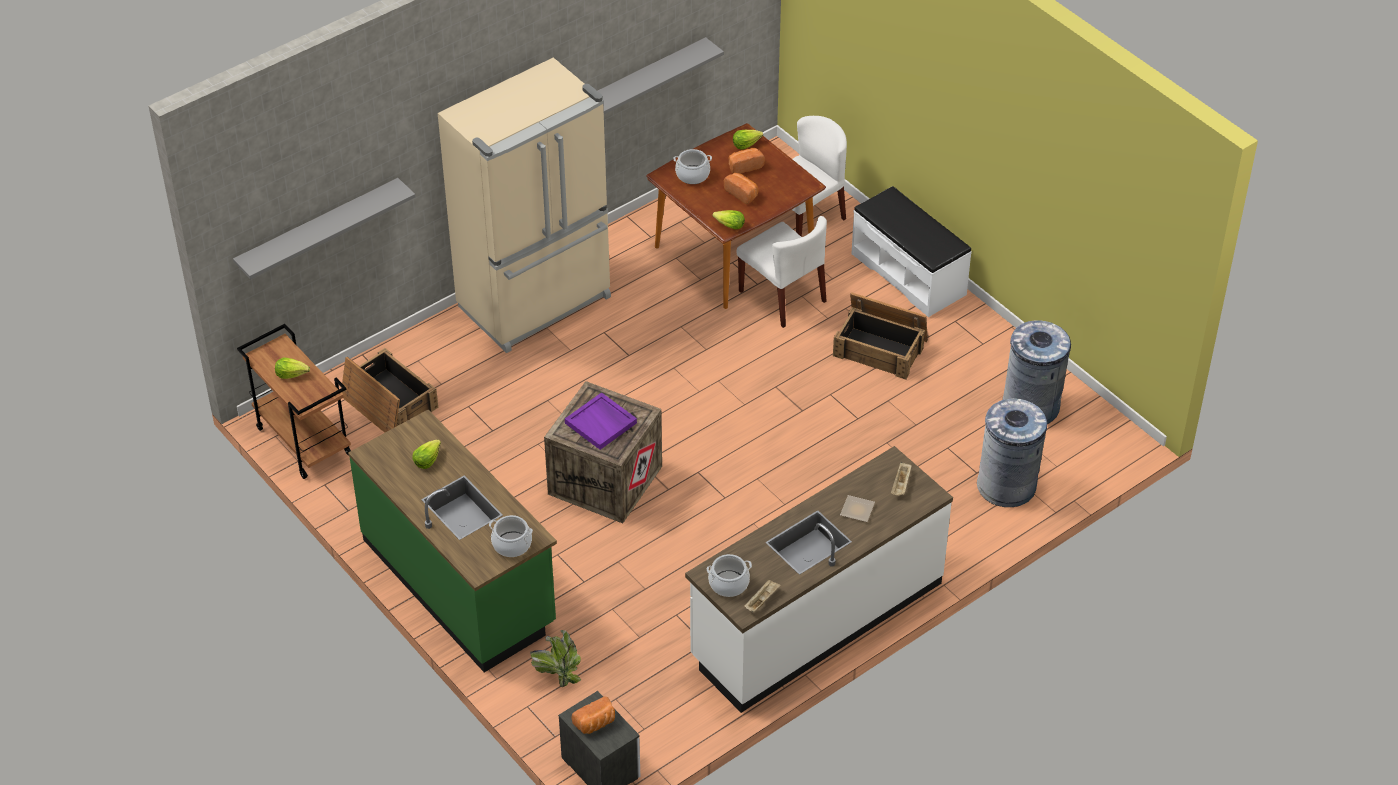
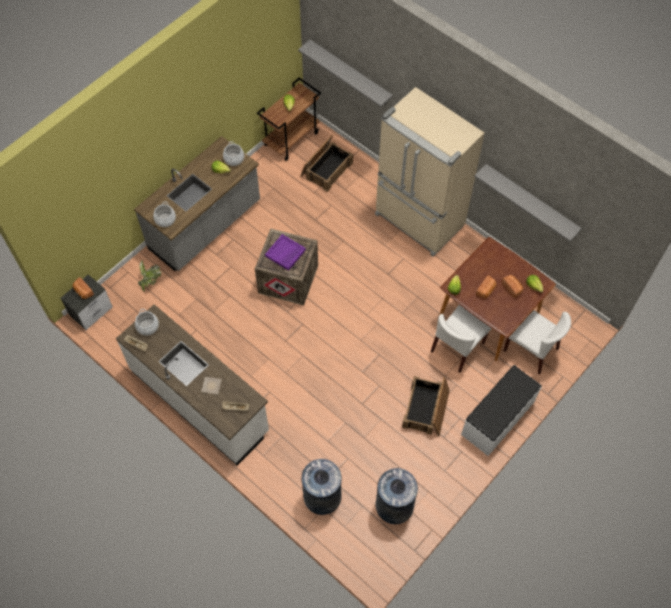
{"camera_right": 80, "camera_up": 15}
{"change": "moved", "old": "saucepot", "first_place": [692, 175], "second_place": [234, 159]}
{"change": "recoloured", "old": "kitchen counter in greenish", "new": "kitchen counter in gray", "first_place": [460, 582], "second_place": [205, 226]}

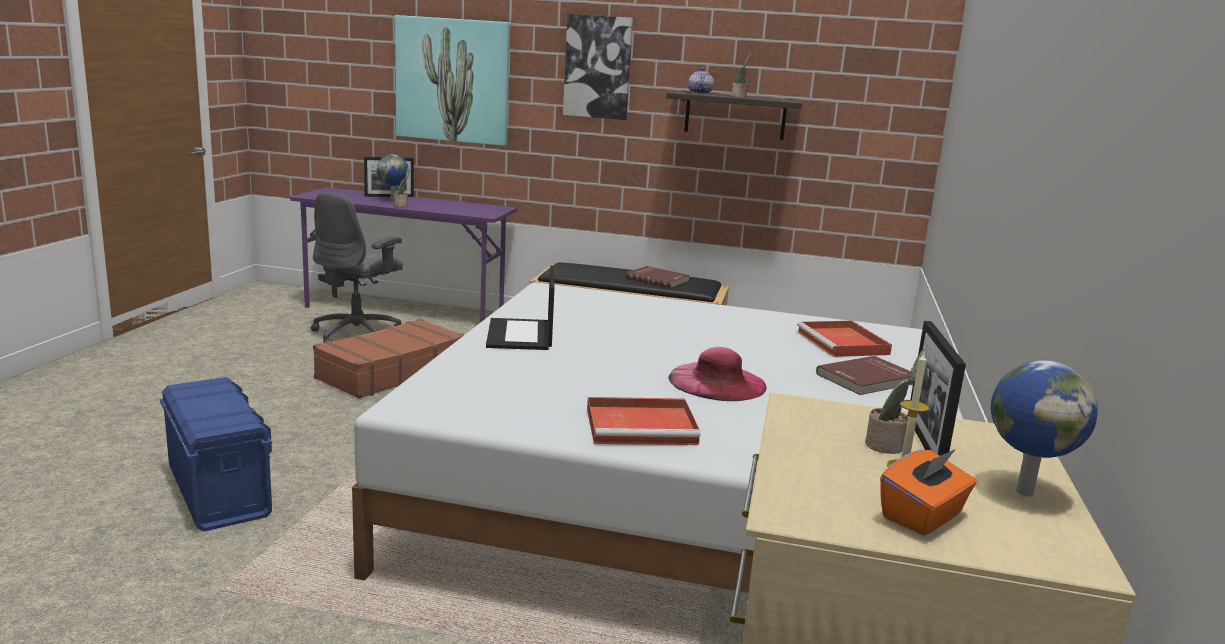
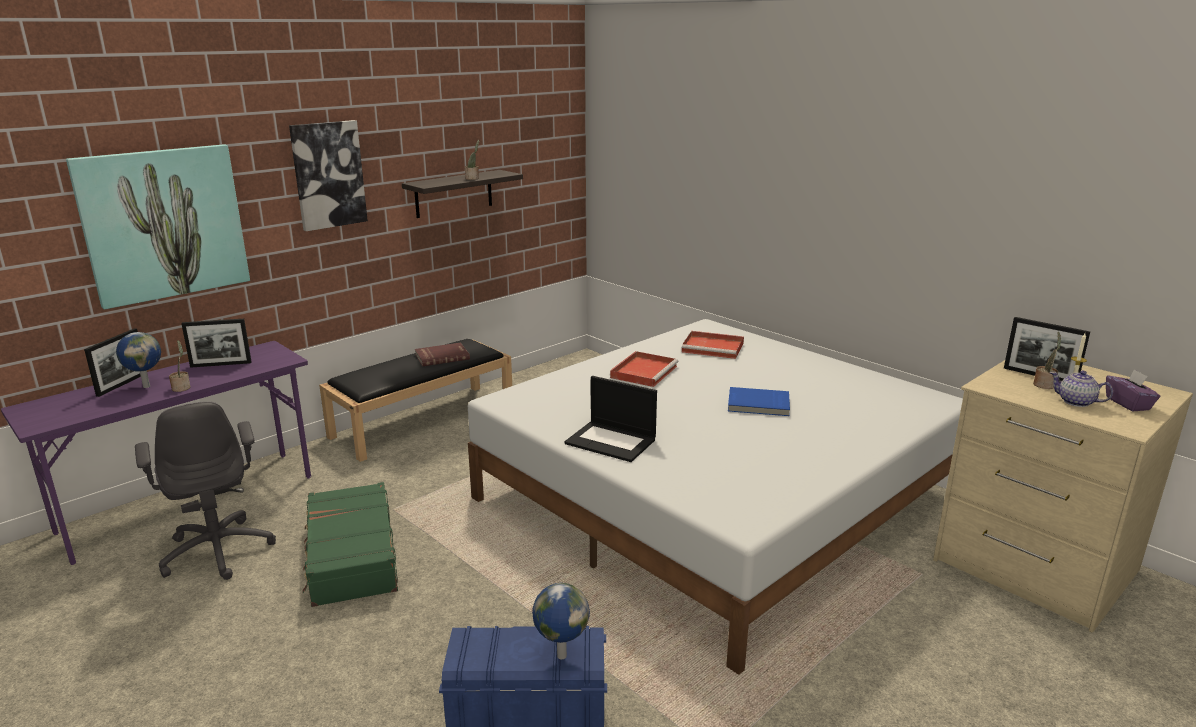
{"camera_right": -55, "camera_up": 5}
{"change": "moved", "old": "tea pot", "first_place": [699, 93], "second_place": [1076, 402]}
{"change": "recoloured", "old": "piece of luggage in brown-coloured", "new": "piece of luggage in greenish", "first_place": [390, 372], "second_place": [351, 556]}
{"change": "replaced", "old": "wearable hat in pink-coloured", "new": "bound book in blue", "first_place": [717, 382], "second_place": [758, 404]}
{"change": "removed", "old": "bound book in red", "first_place": [867, 379]}
{"change": "moved", "old": "desk globe", "first_place": [1024, 491], "second_place": [561, 655]}
{"change": "moved", "old": "tray in red", "first_place": [643, 426], "second_place": [644, 371]}
{"change": "recoloured", "old": "tissue box in orange-coloured", "new": "tissue box in purplish", "first_place": [923, 516], "second_place": [1128, 404]}
{"change": "added", "new": "standing frame", "second_place": [221, 364]}

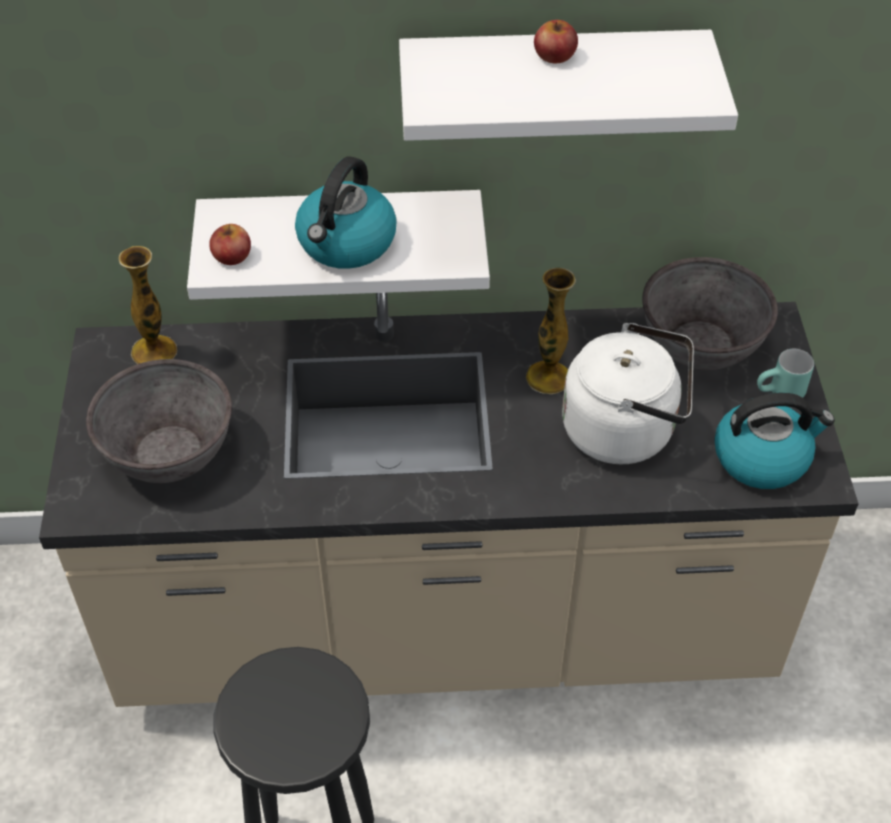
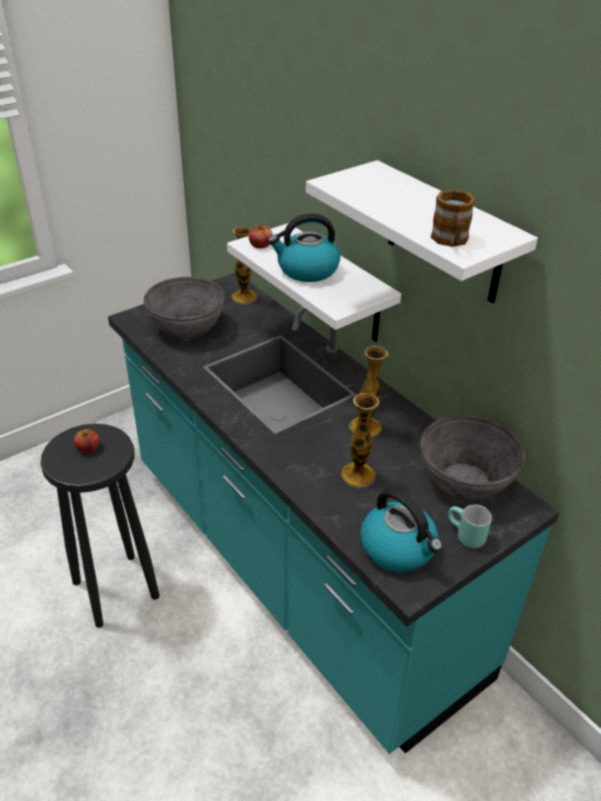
{"camera_right": 55, "camera_up": -10}
{"change": "moved", "old": "whole apple", "first_place": [554, 55], "second_place": [88, 447]}
{"change": "recoloured", "old": "kitchen counter in sand-coloured", "new": "kitchen counter in turquoise-coloured", "first_place": [445, 627], "second_place": [296, 567]}
{"change": "replaced", "old": "water kettle in white", "new": "decorative vase", "first_place": [625, 429], "second_place": [357, 475]}
{"change": "added", "new": "tea mug", "second_place": [450, 241]}

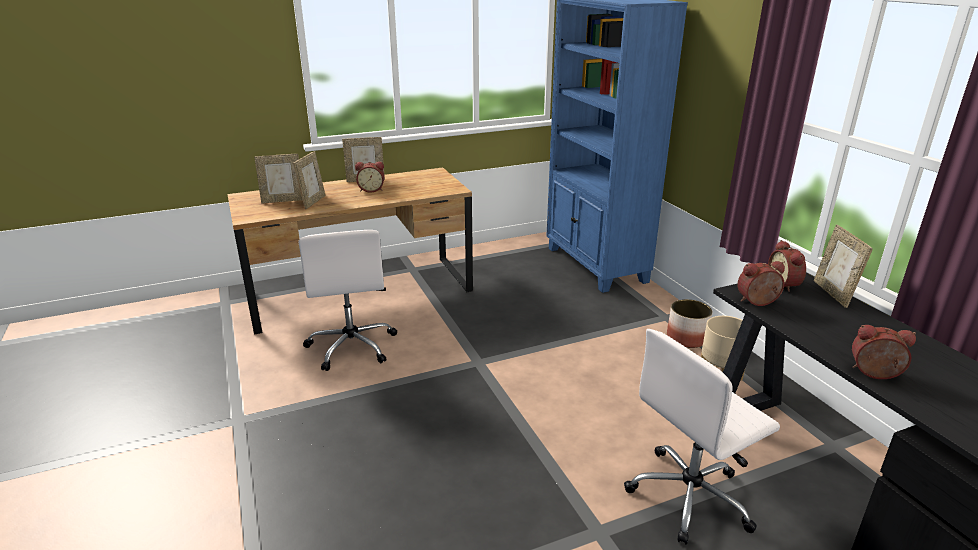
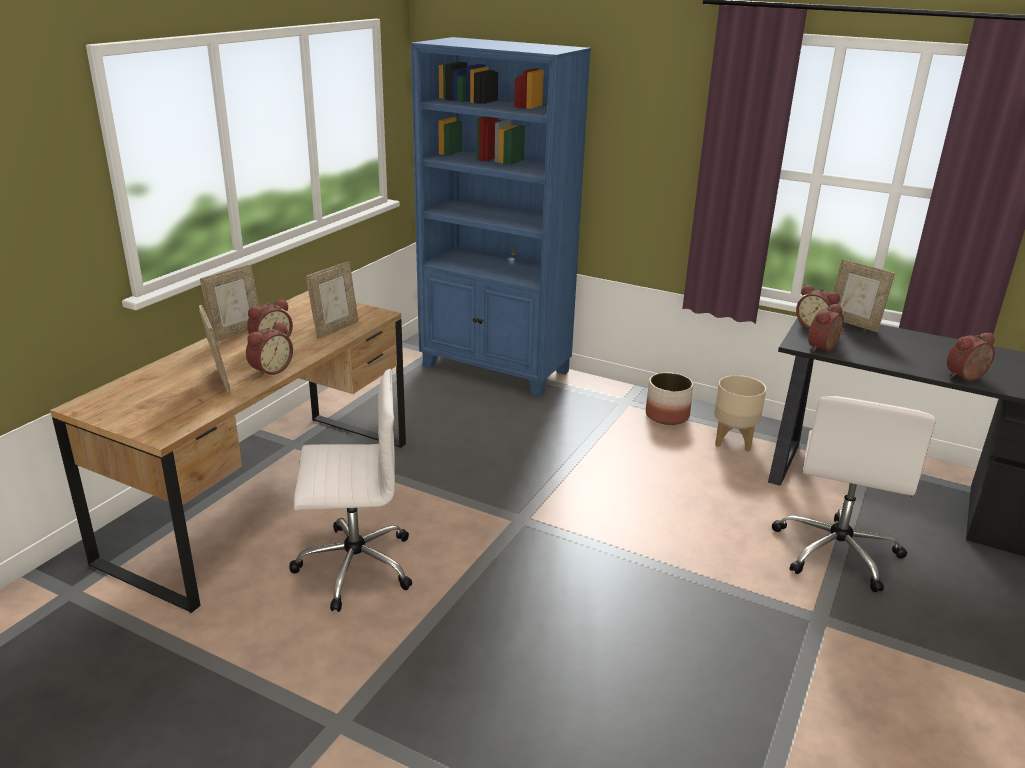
{"camera_right": -40, "camera_up": 0}
{"change": "moved", "old": "standing frame", "first_place": [283, 200], "second_place": [335, 329]}
{"change": "turned", "old": "office chair in white", "first_place": [352, 346], "second_place": [353, 566], "degrees": -45}
{"change": "added", "new": "alarm clock", "second_place": [270, 370]}

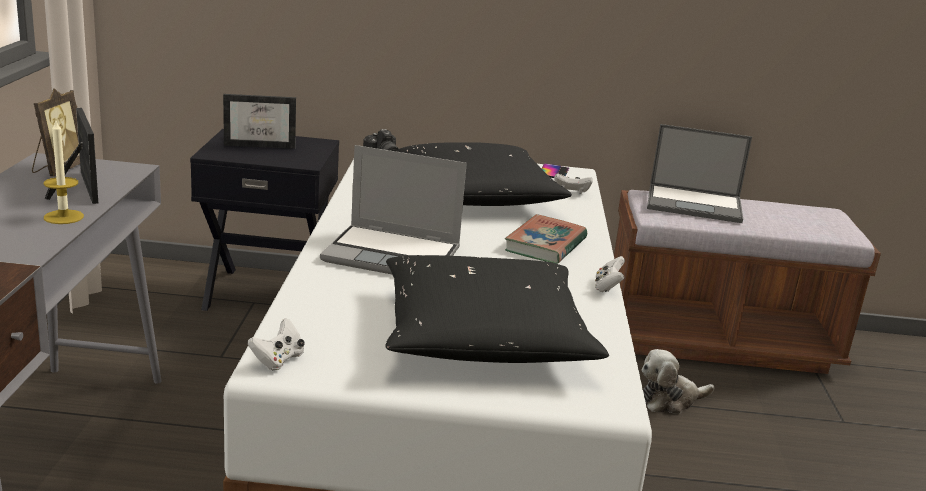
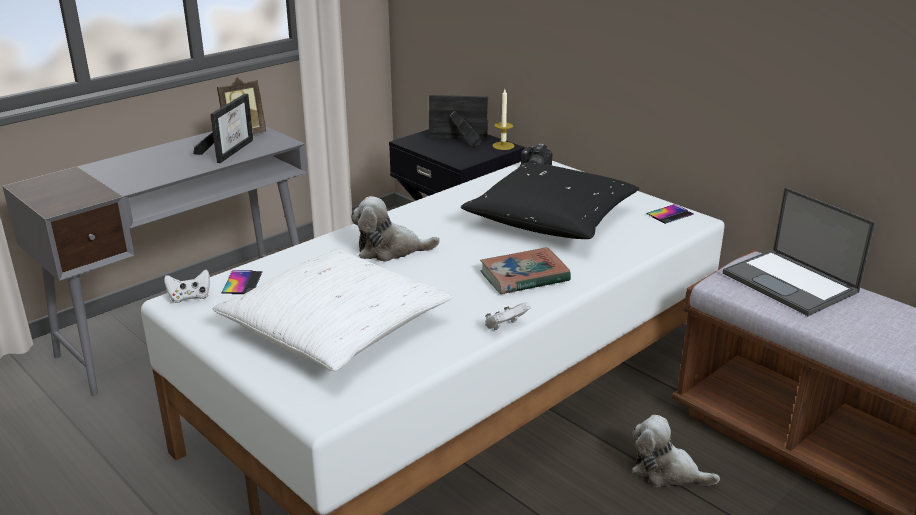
{"camera_right": 45, "camera_up": 5}
{"change": "turned", "old": "standing frame", "first_place": [261, 144], "second_place": [456, 140], "degrees": 150}
{"change": "moved", "old": "wax candle", "first_place": [63, 217], "second_place": [503, 146]}
{"change": "replaced", "old": "laptop", "new": "plush toy", "first_place": [394, 255], "second_place": [390, 250]}
{"change": "removed", "old": "joypad in white", "first_place": [571, 193]}
{"change": "recoloured", "old": "cushion in black-coloured", "new": "cushion in white", "first_place": [484, 335], "second_place": [336, 328]}
{"change": "added", "new": "telephone", "second_place": [242, 282]}

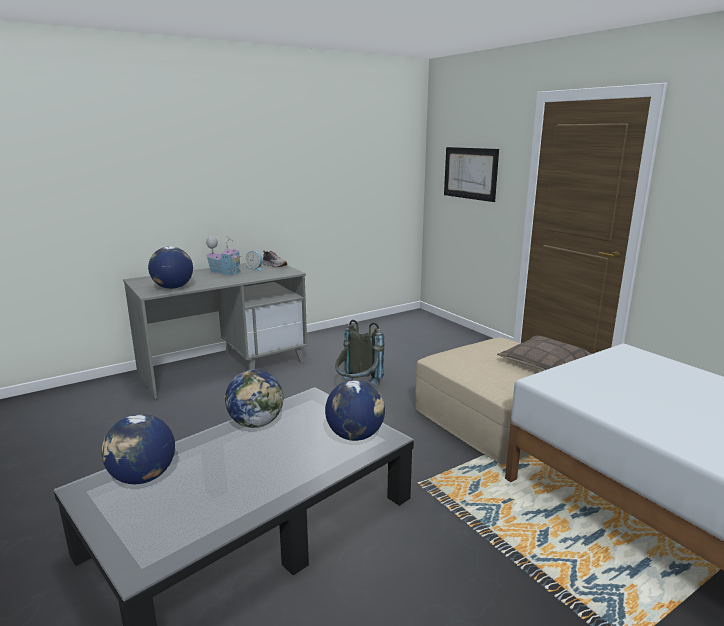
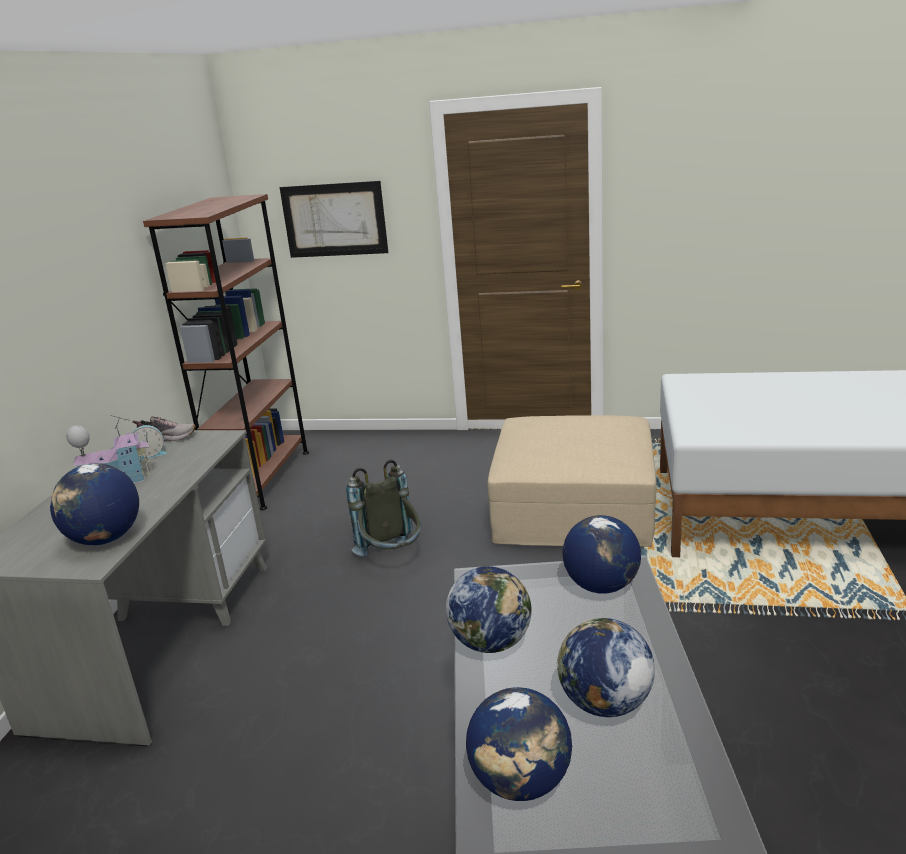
{"camera_right": -45, "camera_up": 5}
{"change": "removed", "old": "cushion", "first_place": [544, 364]}
{"change": "added", "new": "bookcase in brown-coloured", "second_place": [263, 478]}
{"change": "added", "new": "desk globe", "second_place": [604, 703]}

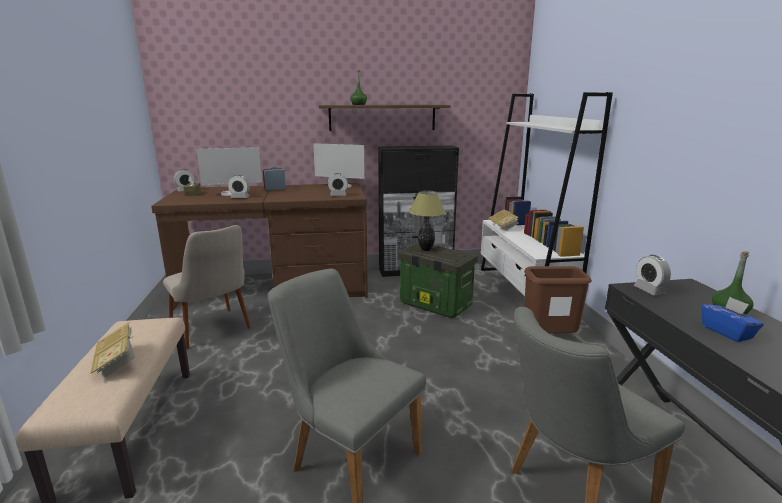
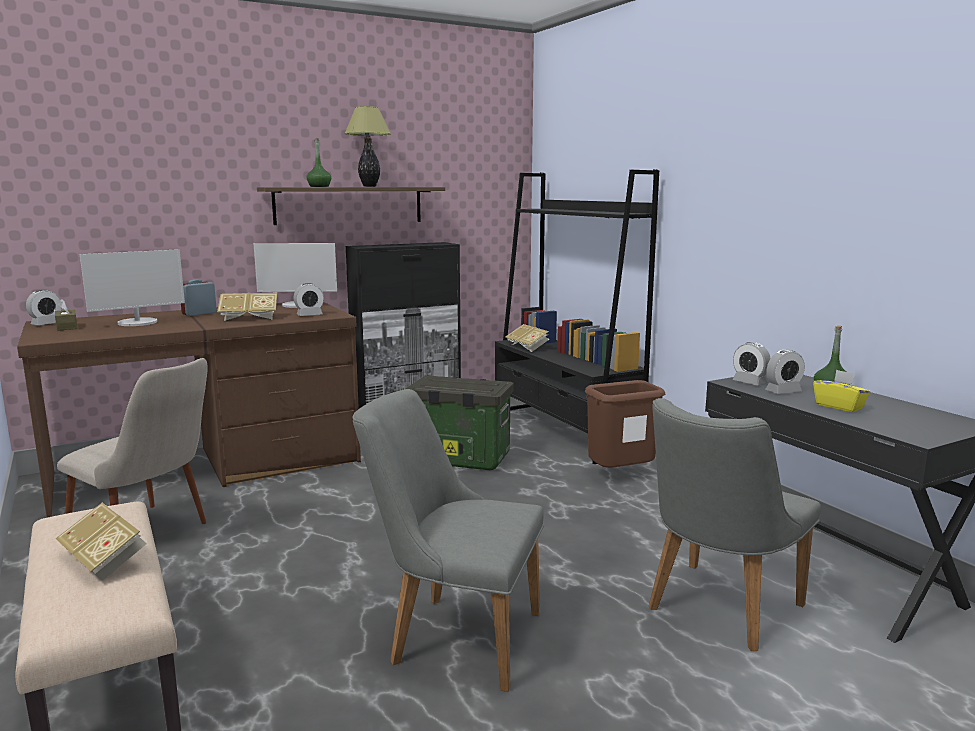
{"camera_right": -20, "camera_up": -5}
{"change": "recoloured", "old": "bookcase in white", "new": "bookcase in black-coloured", "first_place": [523, 292], "second_place": [564, 431]}
{"change": "moved", "old": "alarm clock", "first_place": [240, 197], "second_place": [783, 391]}
{"change": "moved", "old": "table lamp", "first_place": [426, 249], "second_place": [370, 186]}
{"change": "recoloured", "old": "tissue box in blue", "new": "tissue box in yellowish", "first_place": [727, 332], "second_place": [839, 406]}
{"change": "added", "new": "bound book", "second_place": [249, 318]}

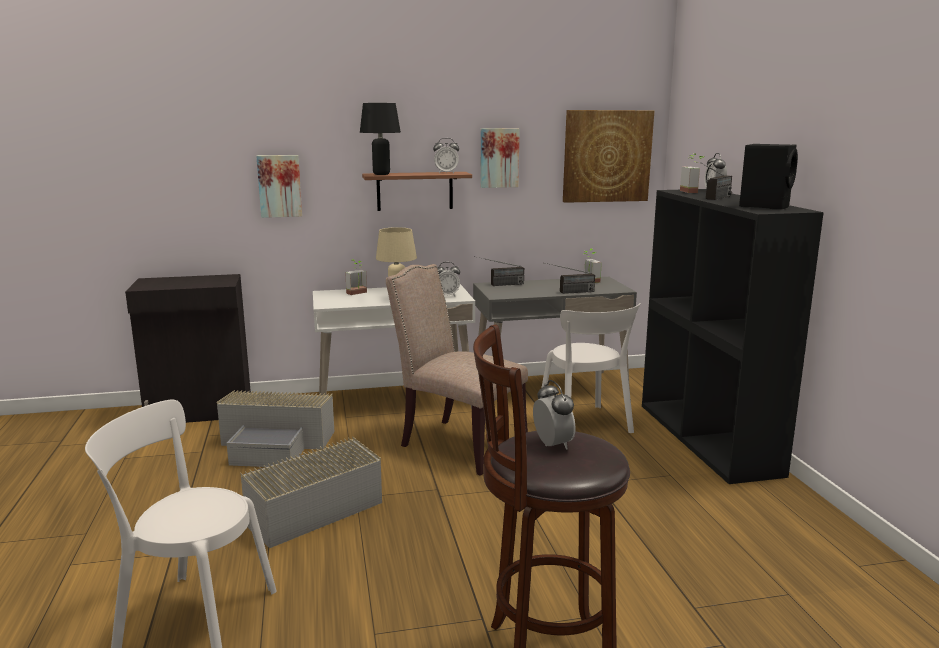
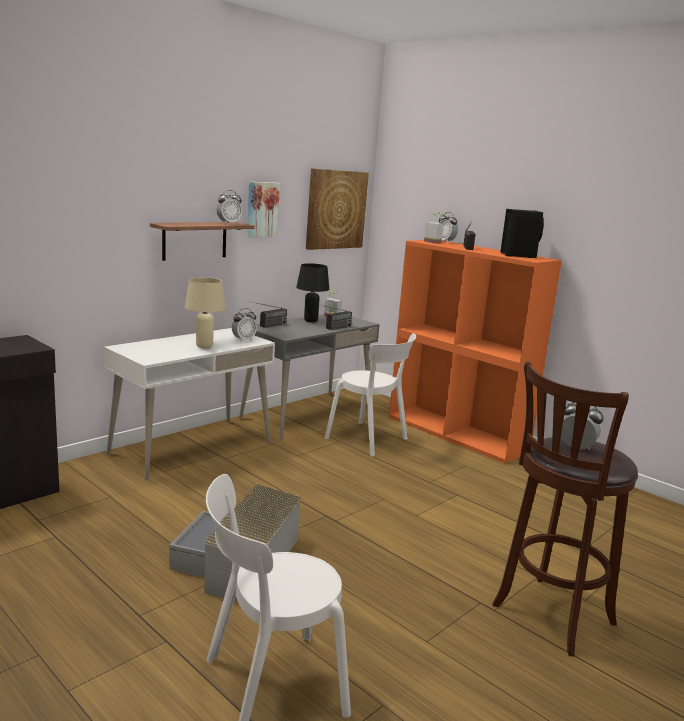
{"camera_right": -35, "camera_up": 0}
{"change": "moved", "old": "table lamp in black-coloured", "first_place": [382, 174], "second_place": [311, 321]}
{"change": "removed", "old": "wall art", "first_place": [279, 186]}
{"change": "recoloured", "old": "bookcase in black-coloured", "new": "bookcase in orange-coloured", "first_place": [709, 438], "second_place": [458, 433]}
{"change": "removed", "old": "plant in a pot", "first_place": [358, 293]}
{"change": "removed", "old": "upright chair in sand-coloured", "first_place": [458, 444]}
{"change": "removed", "old": "storage bin in gray", "first_place": [276, 444]}

